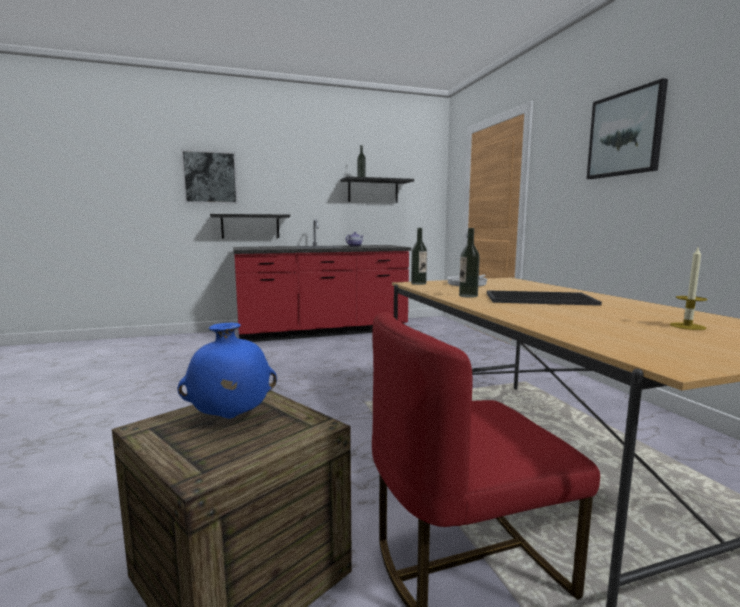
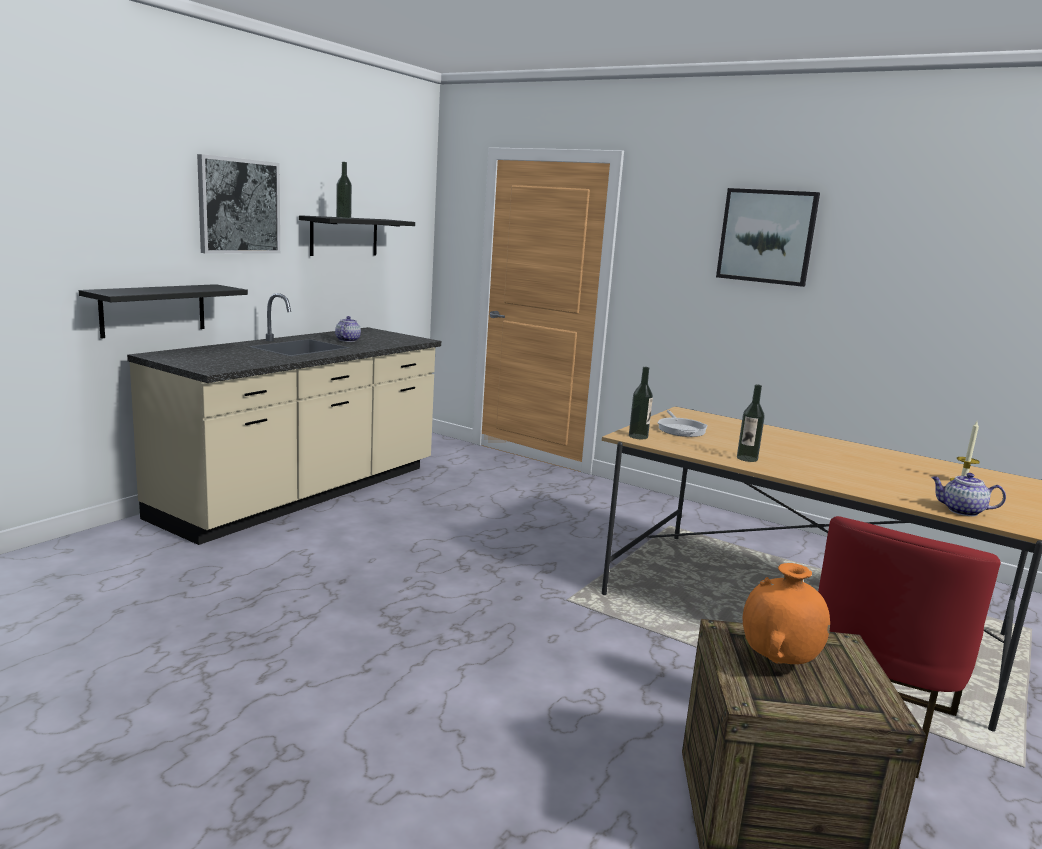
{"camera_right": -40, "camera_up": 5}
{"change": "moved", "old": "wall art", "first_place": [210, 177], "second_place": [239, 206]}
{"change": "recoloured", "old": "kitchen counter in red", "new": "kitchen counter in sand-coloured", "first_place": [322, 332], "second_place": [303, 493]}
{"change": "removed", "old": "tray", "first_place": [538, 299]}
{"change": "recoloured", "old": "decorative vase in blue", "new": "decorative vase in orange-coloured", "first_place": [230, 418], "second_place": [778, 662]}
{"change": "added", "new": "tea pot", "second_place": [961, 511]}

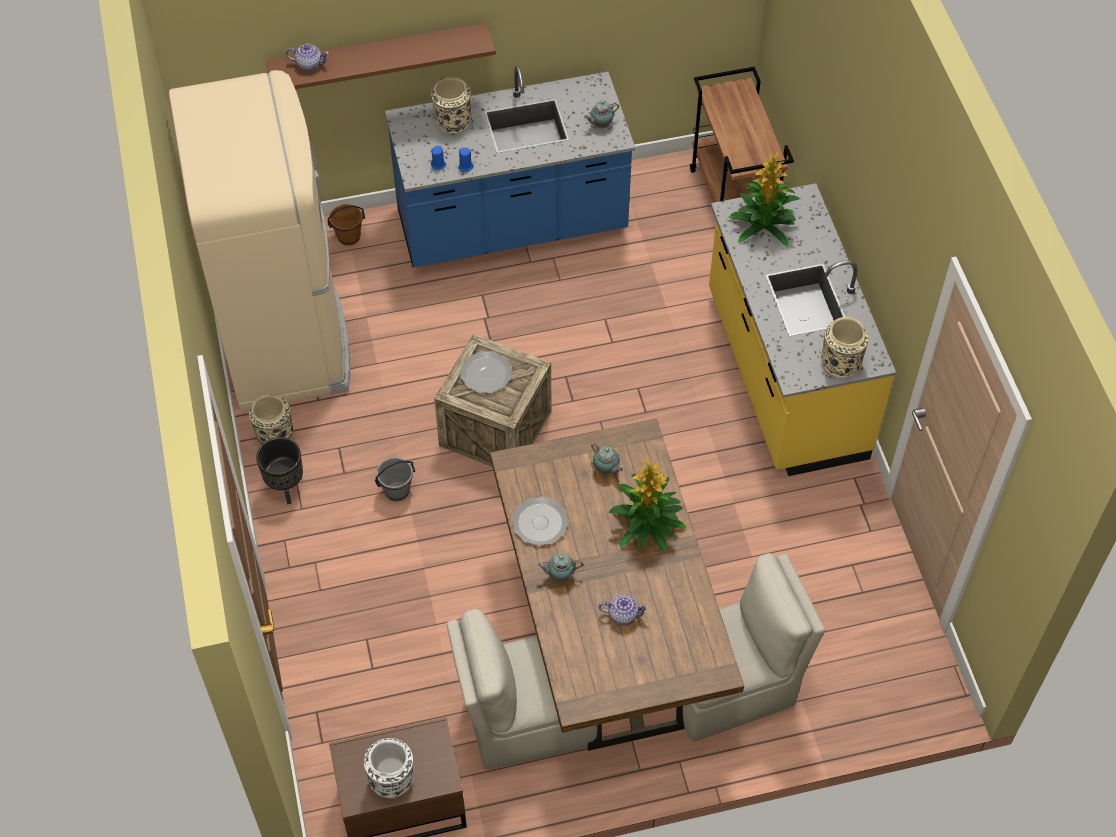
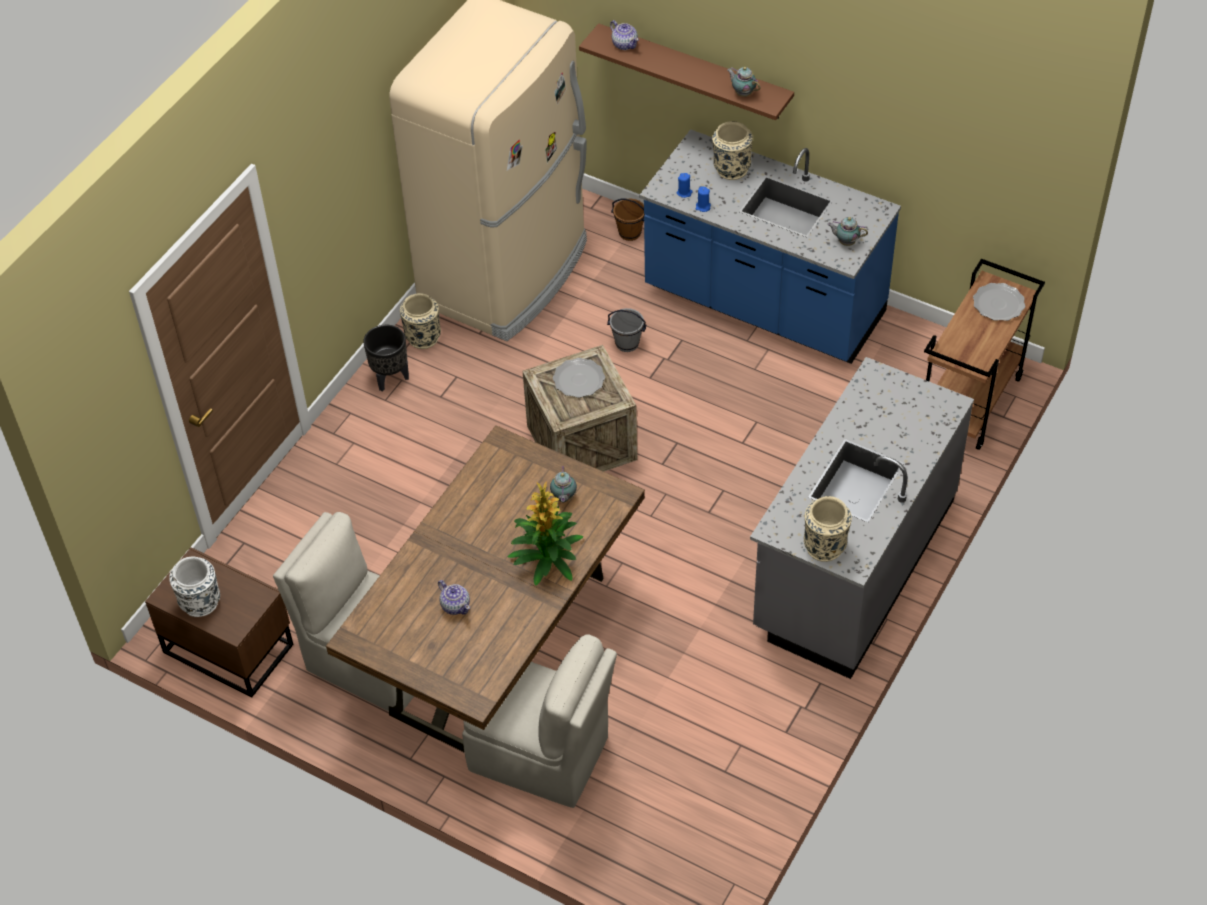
{"camera_right": 45, "camera_up": -5}
{"change": "removed", "old": "plant in a pot", "first_place": [763, 224]}
{"change": "recoloured", "old": "kitchen counter in yellowish", "new": "kitchen counter in gray", "first_place": [784, 376], "second_place": [853, 565]}
{"change": "moved", "old": "water bucket in gray", "first_place": [397, 491], "second_place": [627, 343]}
{"change": "moved", "old": "flat dish", "first_place": [540, 523], "second_place": [999, 304]}
{"change": "moved", "old": "tea pot", "first_place": [559, 575], "second_place": [742, 93]}

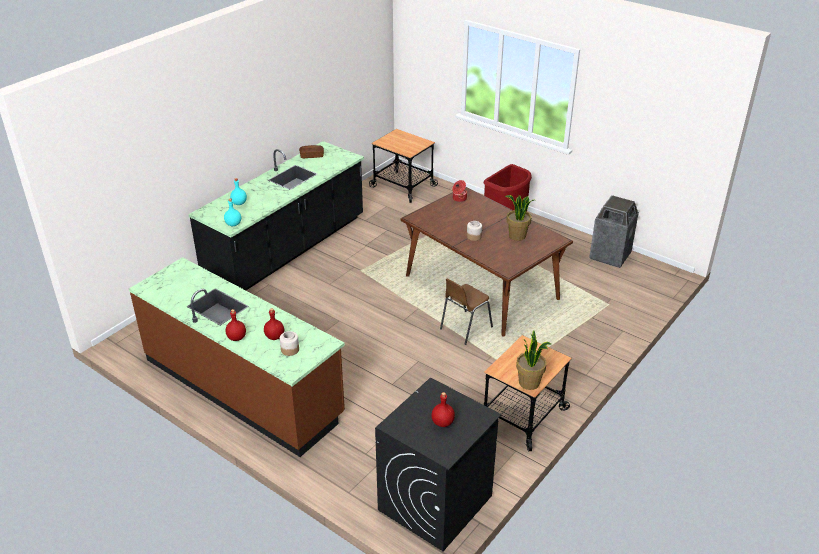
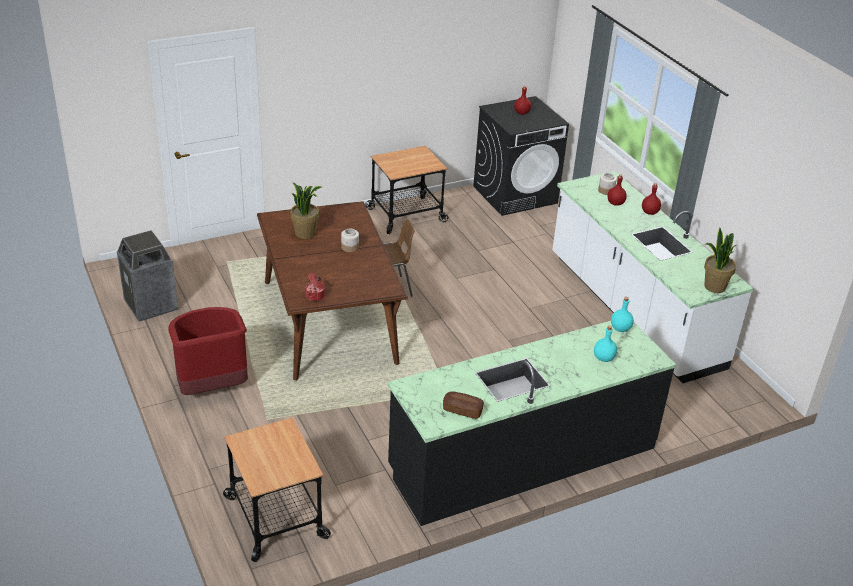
{"camera_right": -155, "camera_up": 0}
{"change": "recoloured", "old": "kitchen counter in brown-coloured", "new": "kitchen counter in white", "first_place": [243, 387], "second_place": [633, 311]}
{"change": "moved", "old": "plant in a pot", "first_place": [529, 383], "second_place": [714, 286]}

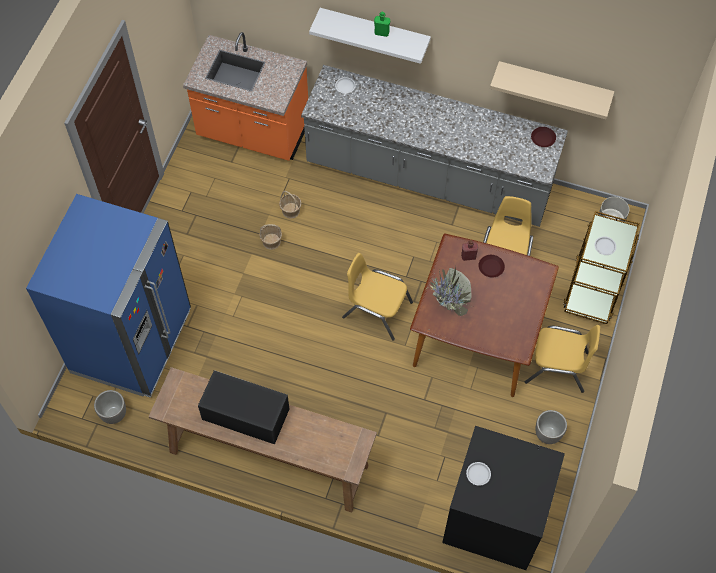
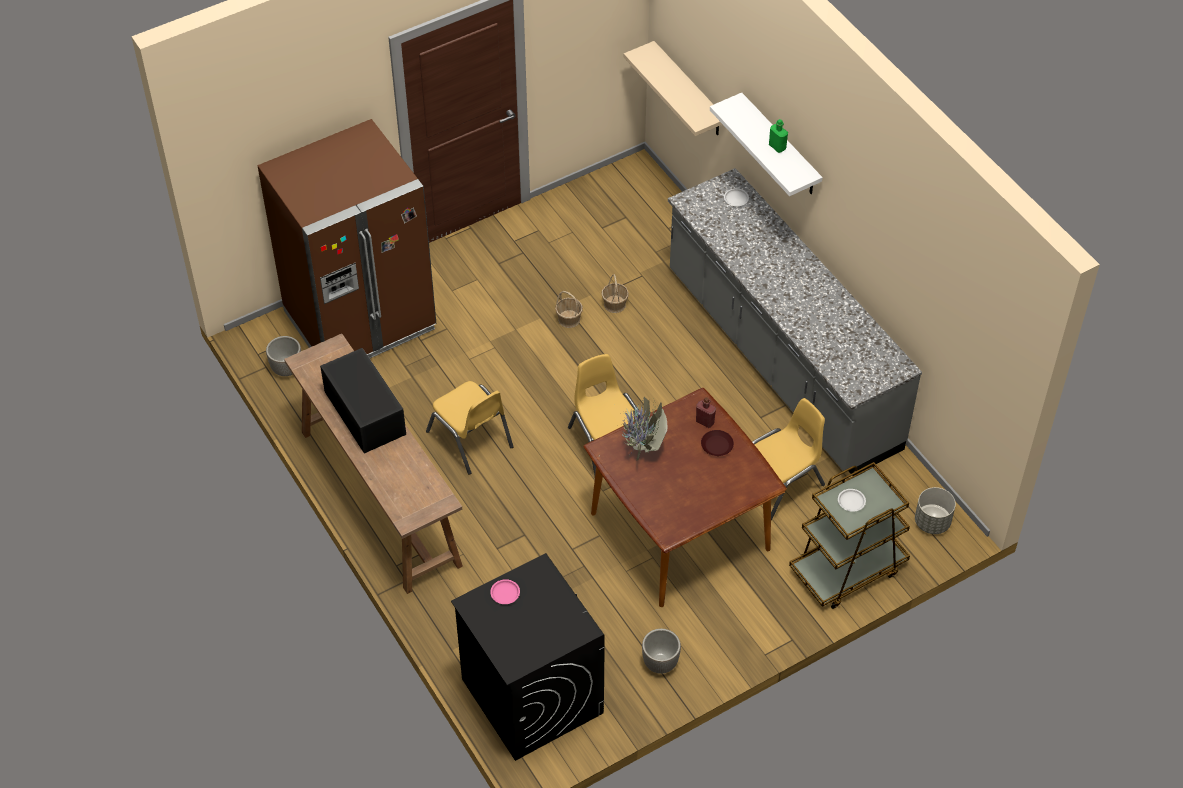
{"camera_right": 40, "camera_up": -10}
{"change": "removed", "old": "kitchen counter in orange-coloured", "first_place": [253, 133]}
{"change": "moved", "old": "wall shelf in sand-coloured", "first_place": [554, 85], "second_place": [689, 90]}
{"change": "removed", "old": "flat dish in brown-coloured", "first_place": [543, 138]}
{"change": "recoloured", "old": "kitchen fridge in blue", "new": "kitchen fridge in brown-coloured", "first_place": [132, 342], "second_place": [360, 321]}
{"change": "moved", "old": "upright chair in yellowish", "first_place": [557, 367], "second_place": [470, 439]}
{"change": "recoloured", "old": "flat dish in white", "new": "flat dish in pink-coloured", "first_place": [478, 474], "second_place": [505, 593]}

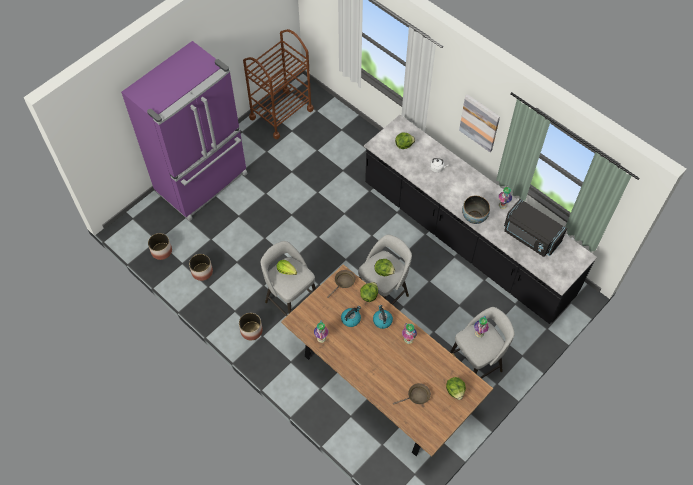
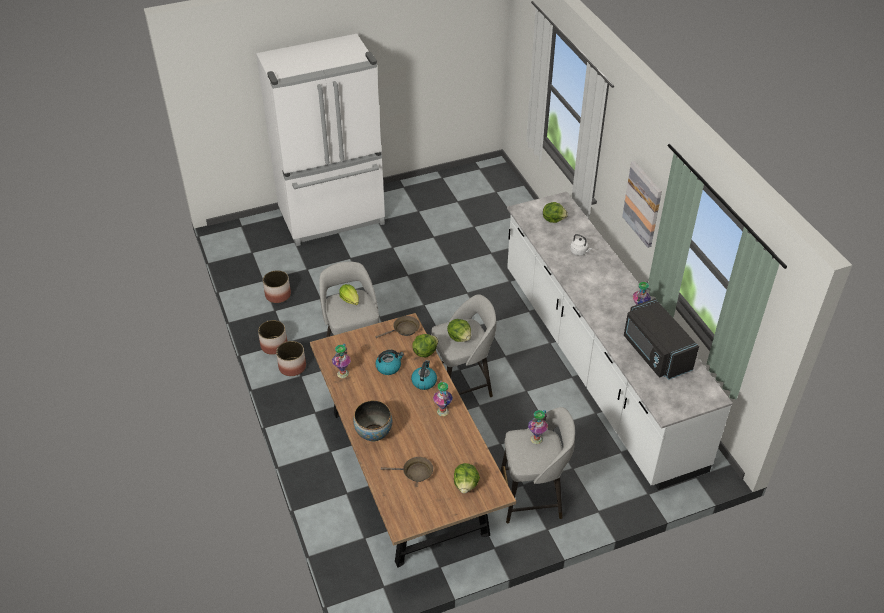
{"camera_right": 25, "camera_up": -15}
{"change": "removed", "old": "trolley in brown-coloured", "first_place": [281, 113]}
{"change": "recoloured", "old": "kitchen fridge in purplish", "new": "kitchen fridge in white", "first_place": [203, 183], "second_place": [333, 218]}
{"change": "recoloured", "old": "kitchen counter in black-coloured", "new": "kitchen counter in white", "first_place": [466, 240], "second_place": [597, 365]}
{"change": "moved", "old": "serving bowl", "first_place": [474, 217], "second_place": [374, 433]}
{"change": "moved", "old": "planter", "first_place": [162, 251], "second_place": [274, 345]}

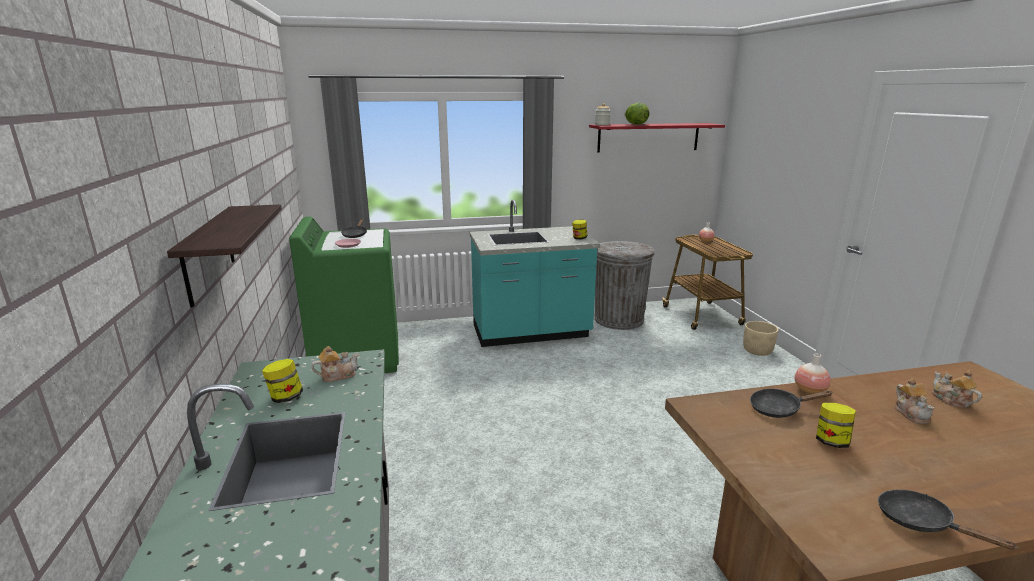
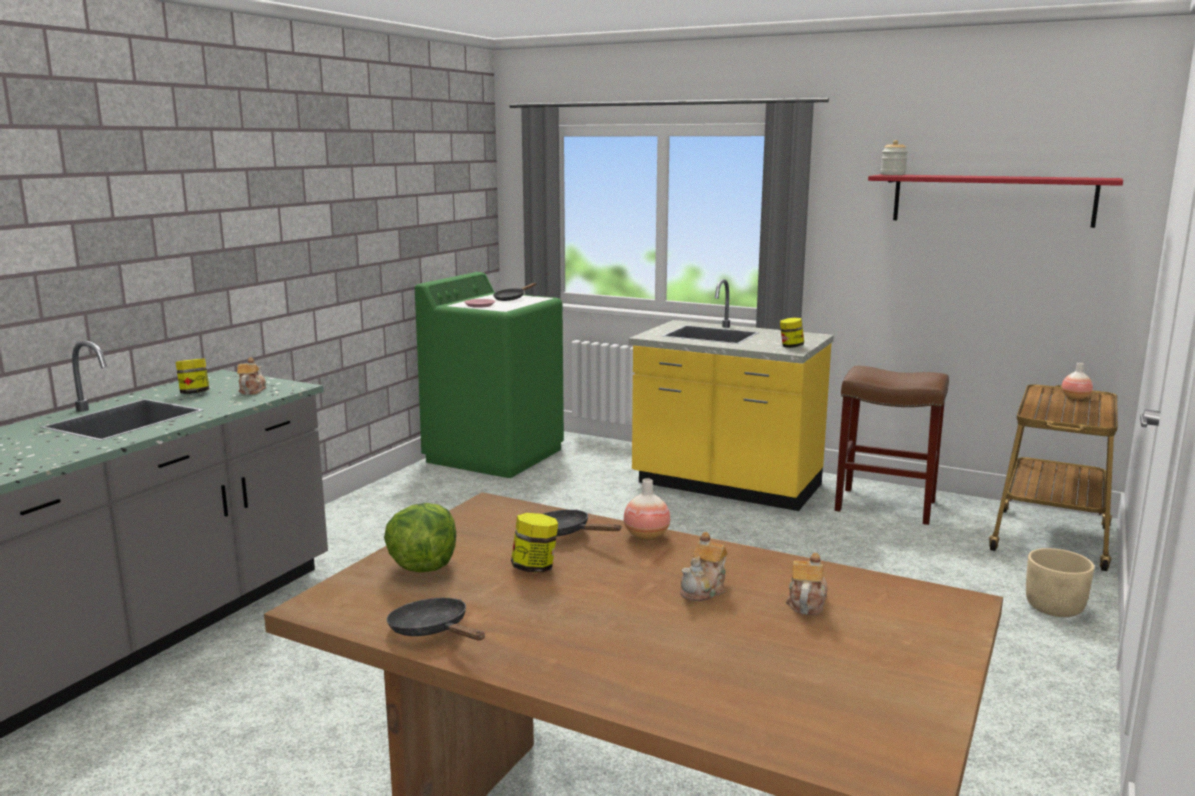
{"camera_right": 40, "camera_up": -5}
{"change": "moved", "old": "lettuce head", "first_place": [635, 124], "second_place": [423, 566]}
{"change": "recoloured", "old": "kitchen counter in turquoise-coloured", "new": "kitchen counter in yellowish", "first_place": [531, 333], "second_place": [726, 486]}
{"change": "removed", "old": "wall shelf", "first_place": [208, 253]}
{"change": "replaced", "old": "rubbish bin in gray", "new": "stool seat in brown-coloured", "first_place": [619, 319], "second_place": [887, 506]}
{"change": "turned", "old": "tea pot", "first_place": [337, 375], "second_place": [252, 391], "degrees": -105}
{"change": "turned", "old": "skillet in black-coloured", "first_place": [921, 522], "second_place": [433, 631], "degrees": -45}

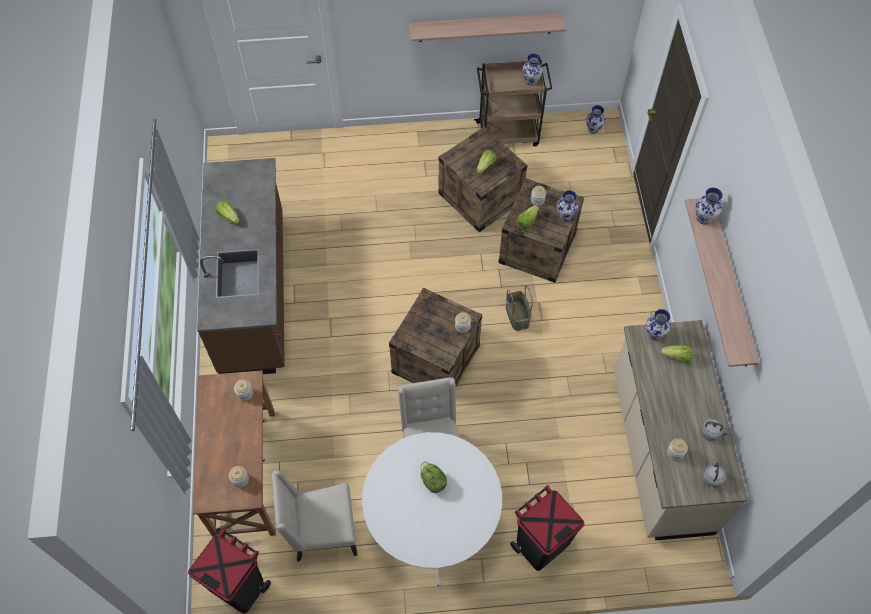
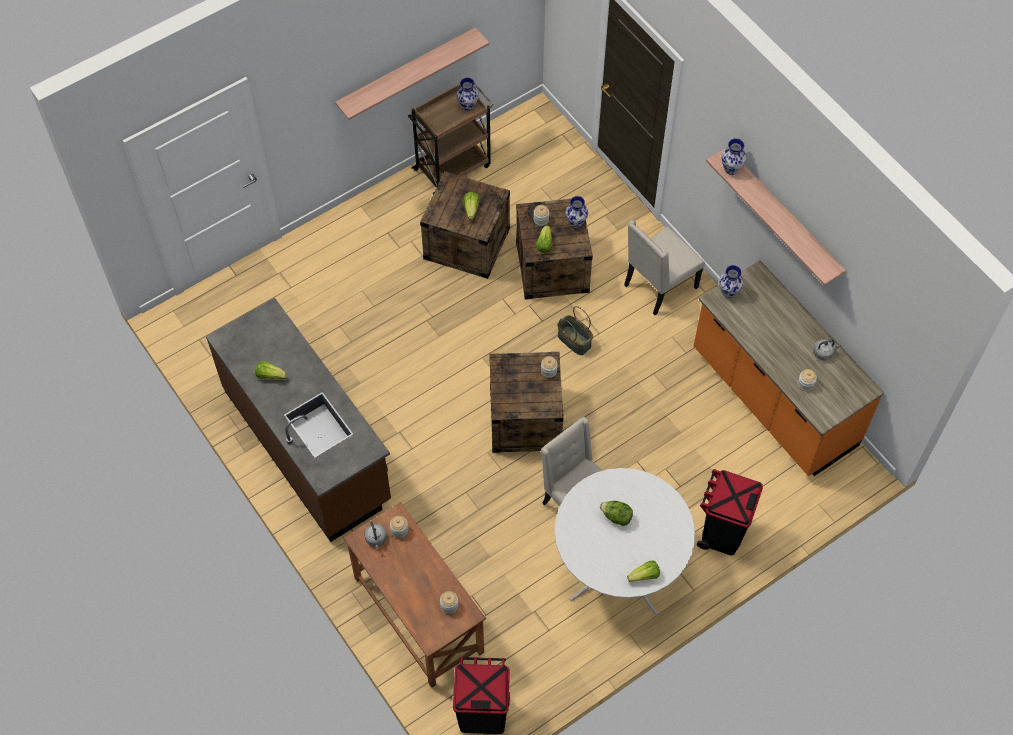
{"camera_right": -30, "camera_up": 0}
{"change": "removed", "old": "decorative vase", "first_place": [593, 129]}
{"change": "recoloured", "old": "kitchen counter in sand-coloured", "new": "kitchen counter in orange-coloured", "first_place": [659, 452], "second_place": [773, 399]}
{"change": "moved", "old": "lettuce head", "first_place": [677, 357], "second_place": [644, 576]}
{"change": "moved", "old": "water kettle in gray", "first_place": [711, 480], "second_place": [376, 539]}
{"change": "moved", "old": "upright chair in sand-coloured", "first_place": [322, 533], "second_place": [658, 286]}

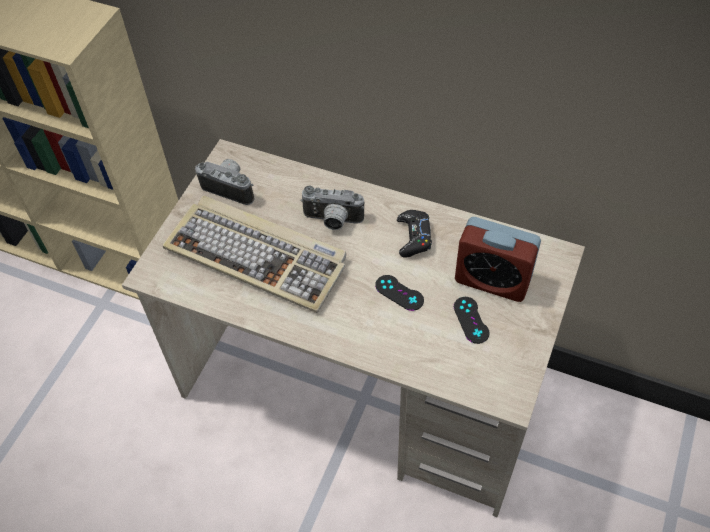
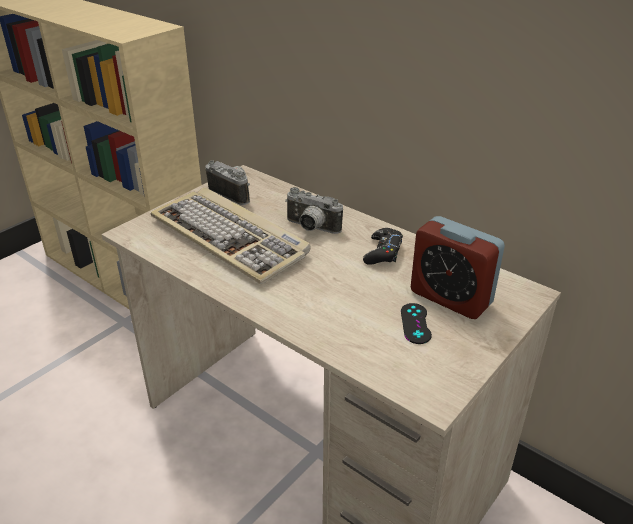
{"camera_right": 15, "camera_up": -20}
{"change": "removed", "old": "joypad in black-coloured", "first_place": [399, 293]}

